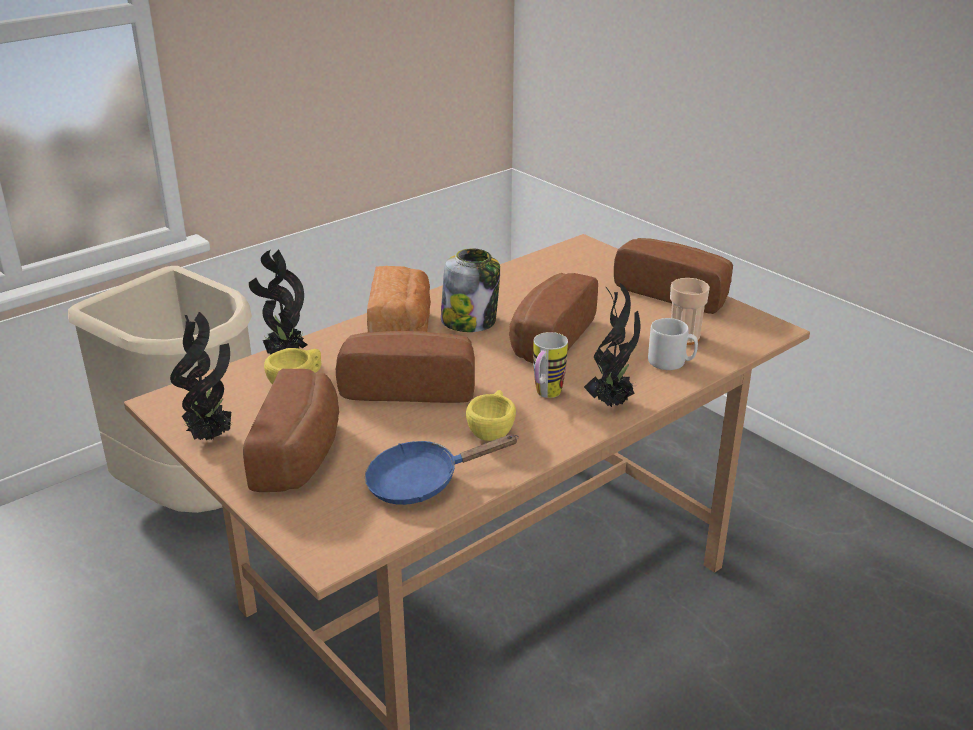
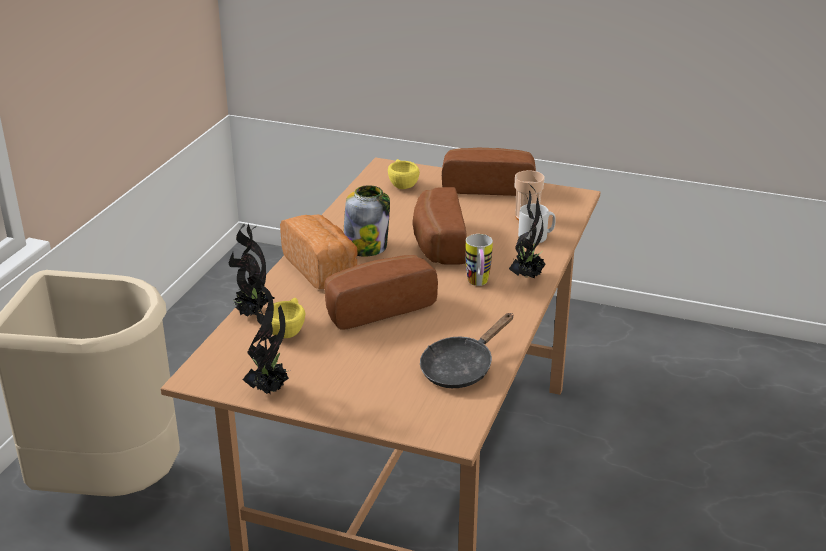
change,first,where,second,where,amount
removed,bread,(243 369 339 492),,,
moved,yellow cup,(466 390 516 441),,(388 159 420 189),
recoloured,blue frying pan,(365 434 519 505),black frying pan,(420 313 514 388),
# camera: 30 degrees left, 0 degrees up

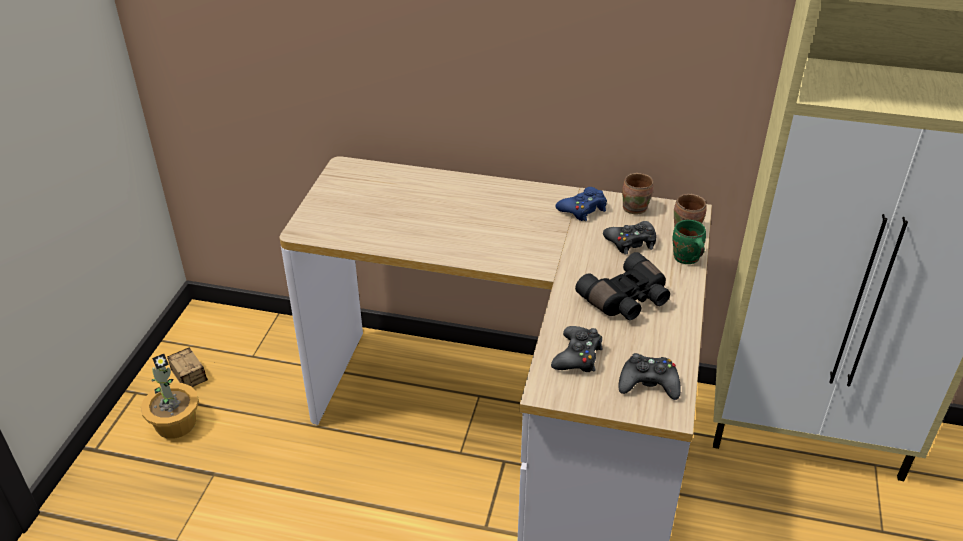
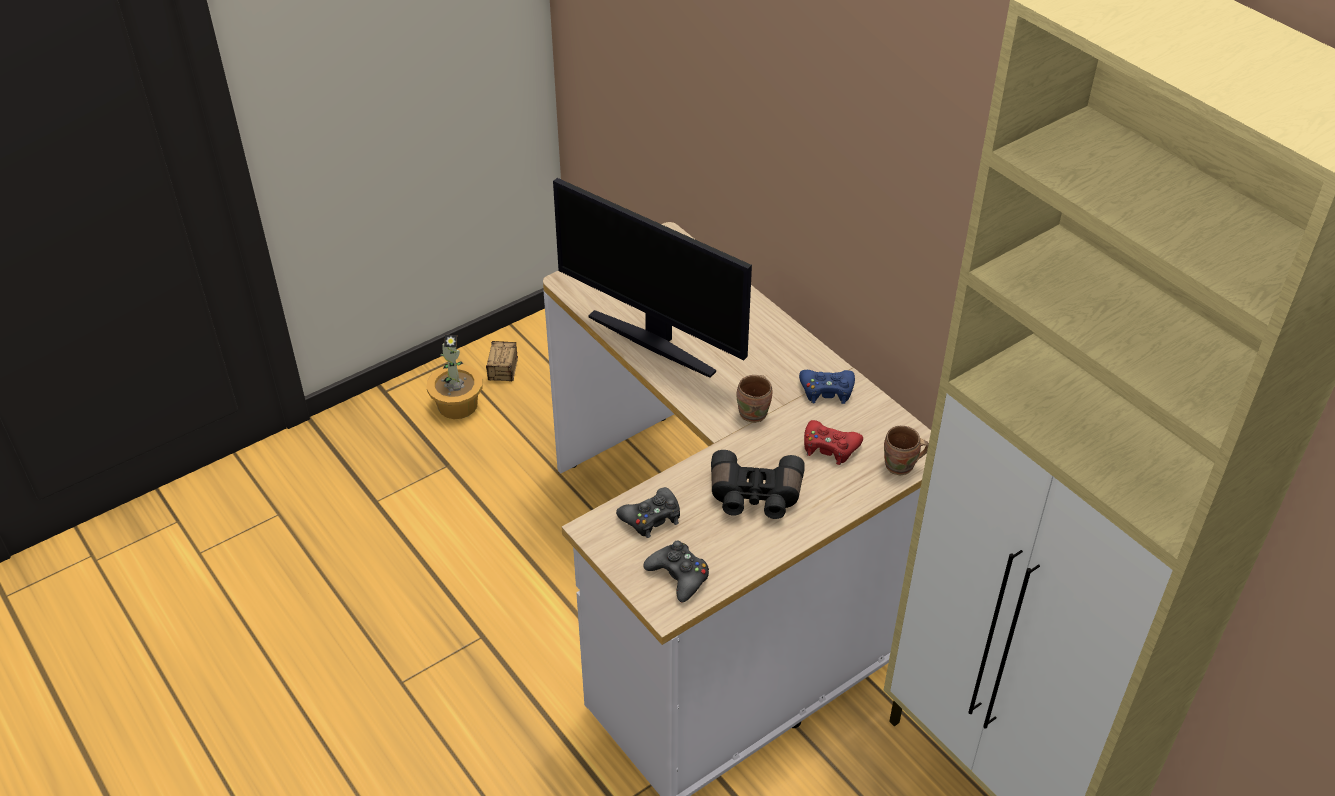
change,first,where,second,where,amount
removed,green mug,(673 220 706 264),,,
added,,,monitor,(553 178 752 378),
moved,brown mug,(622 173 654 214),,(736 375 772 423),
recoloured,black game controller,(603 221 656 255),red game controller,(804 420 863 465),
# camera: 40 degrees right, 5 degrees up

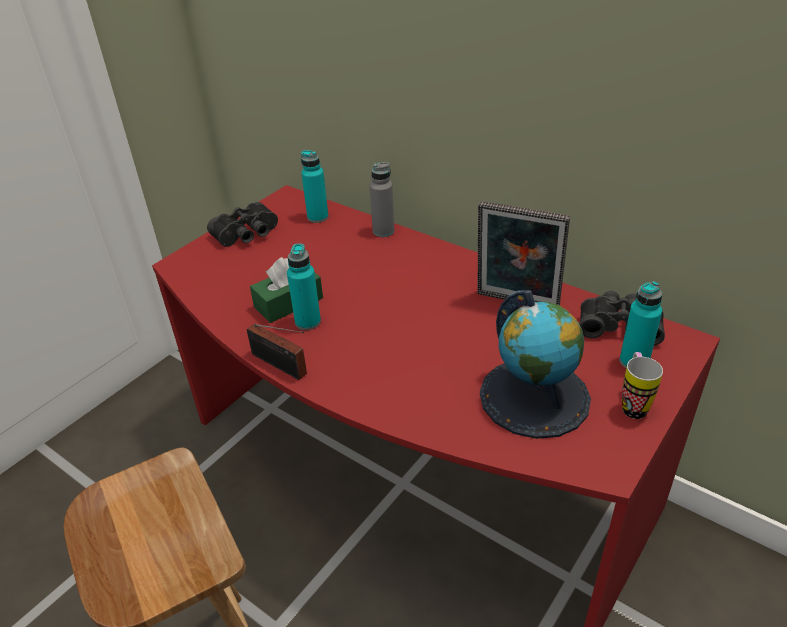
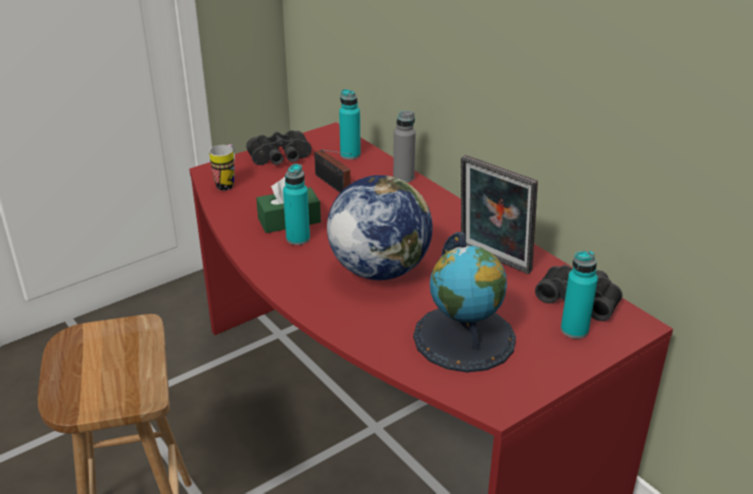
change,first,where,second,where,amount
added,,,globe,(327 175 433 280),
moved,radio,(247 324 307 380),,(314 149 352 193),
moved,mug,(622 352 663 419),,(209 144 235 191),
# camera: 15 degrees right, 5 degrees down

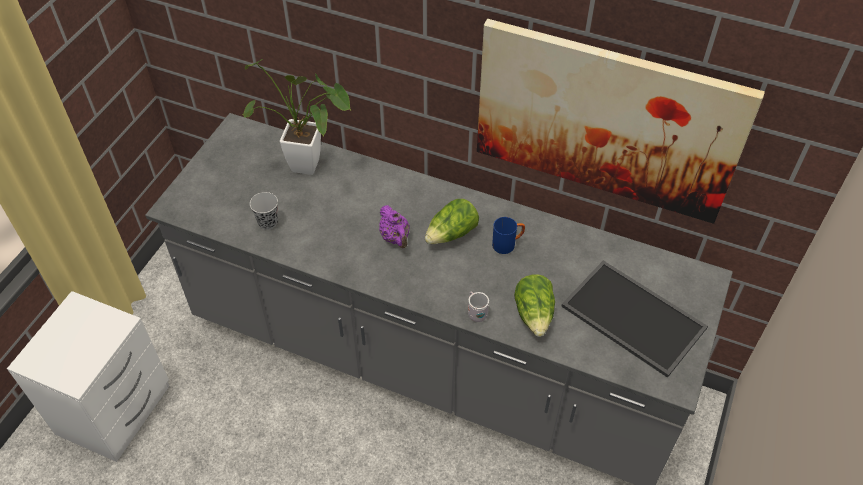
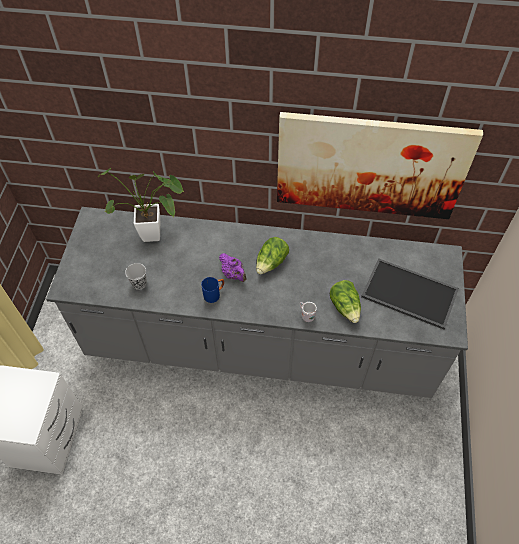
change,first,where,second,where,amount
moved,blue mug,(492 217 525 254),,(201 277 224 303),
# camera: 15 degrees left, 5 degrees up

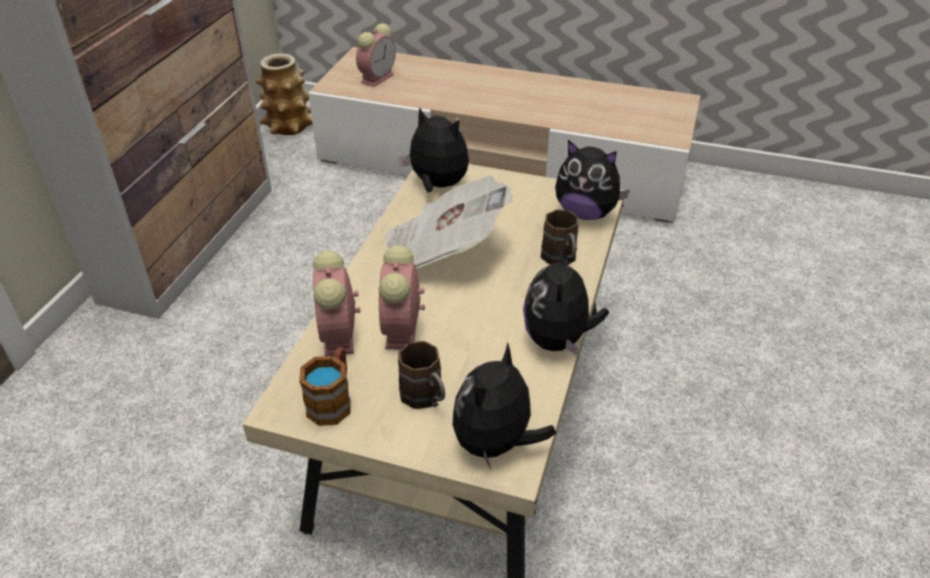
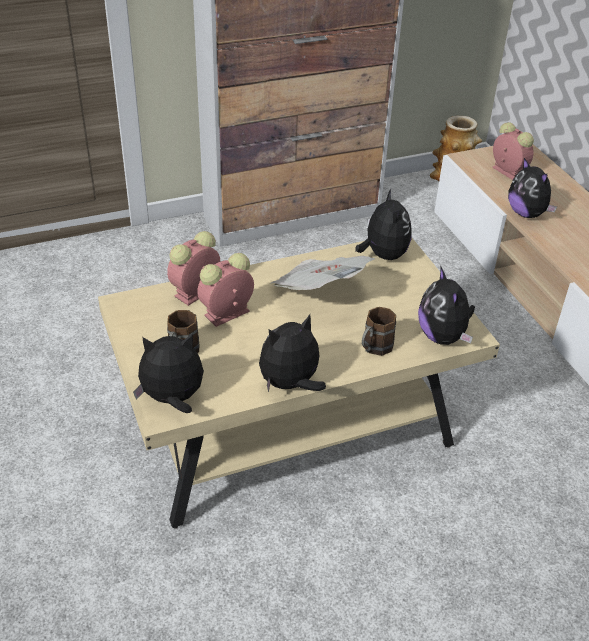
change,first,where,second,where,amount
removed,mug,(299 347 351 426),,,
added,,,plush toy,(508 158 557 218),
turned,alarm clock,(356 23 396 87),,(492 122 534 180),120 degrees counterclockwise
# camera: 50 degrees right, 0 degrees up

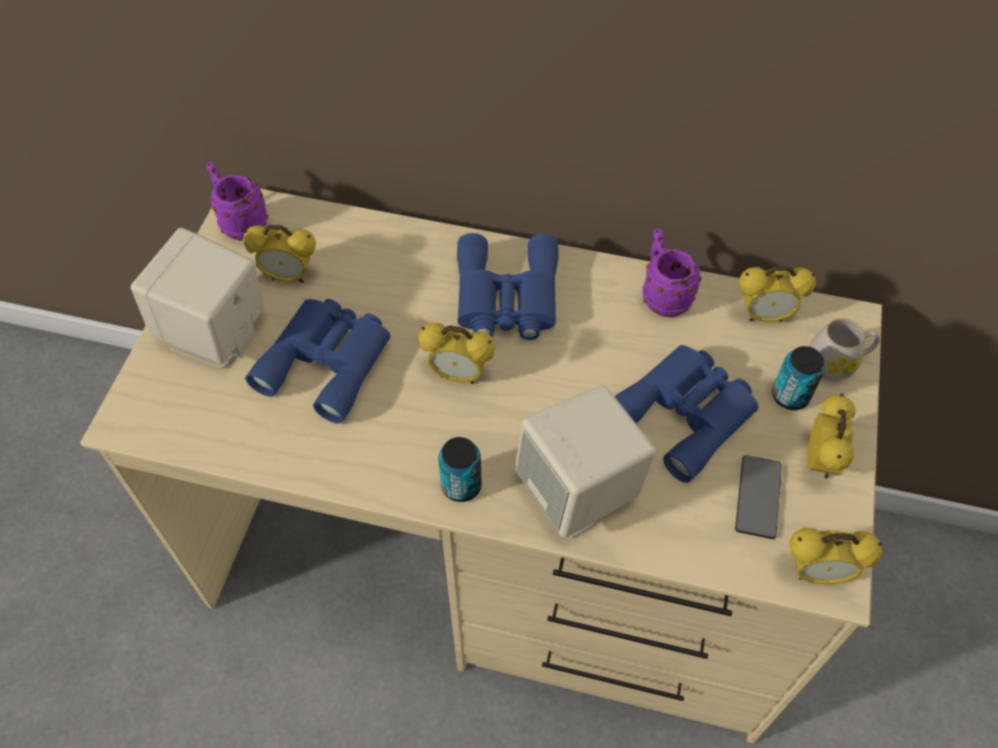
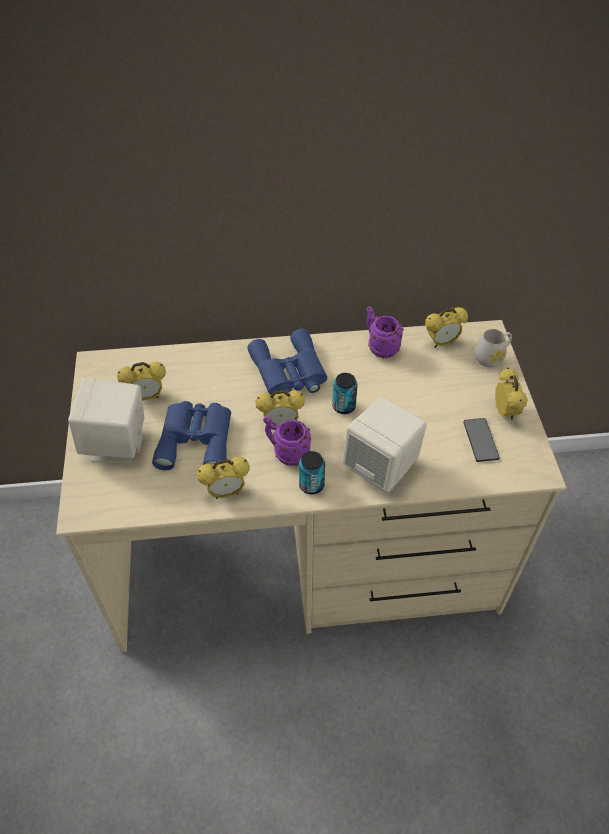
change,first,where,second,where,amount
removed,blue binoculars,(615 345 758 483),,,
moved,purple mug,(206 161 268 241),,(263 416 311 466),
moved,can,(772 346 825 410),,(332 373 358 414),
moved,alarm clock,(790 528 882 585),,(197 457 250 499),
# camera: 20 degrees left, 5 degrees down

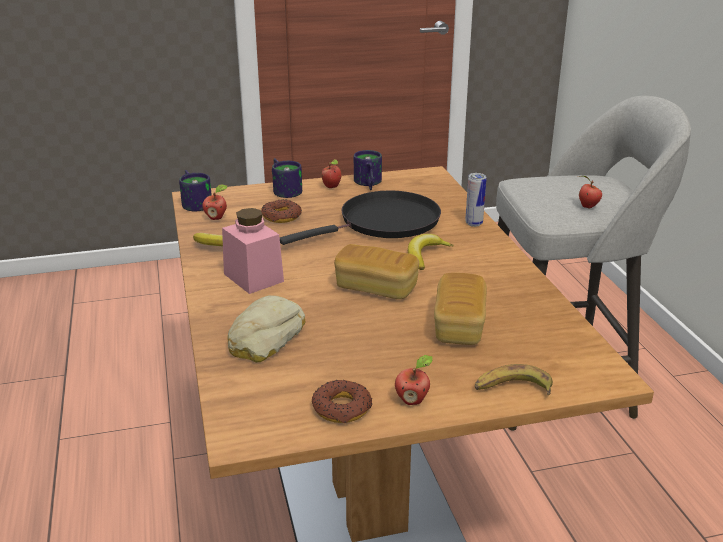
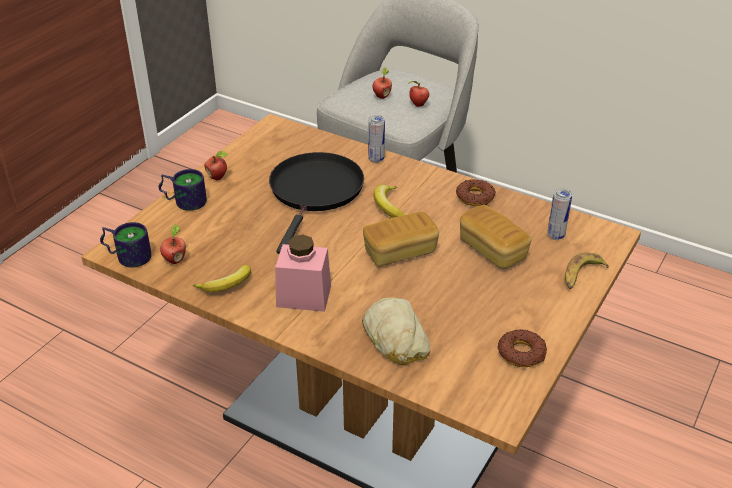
change,first,where,second,where,amount
removed,mug,(354 150 382 190),,,
added,,,can,(547 188 572 240),
moved,donut,(261 199 302 223),,(456 179 496 206),
moved,apple,(395 355 433 405),,(373 68 392 99),
# camera: 45 degrees left, 10 degrees up

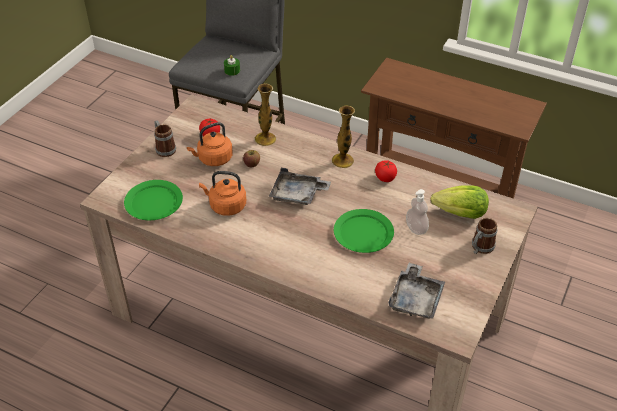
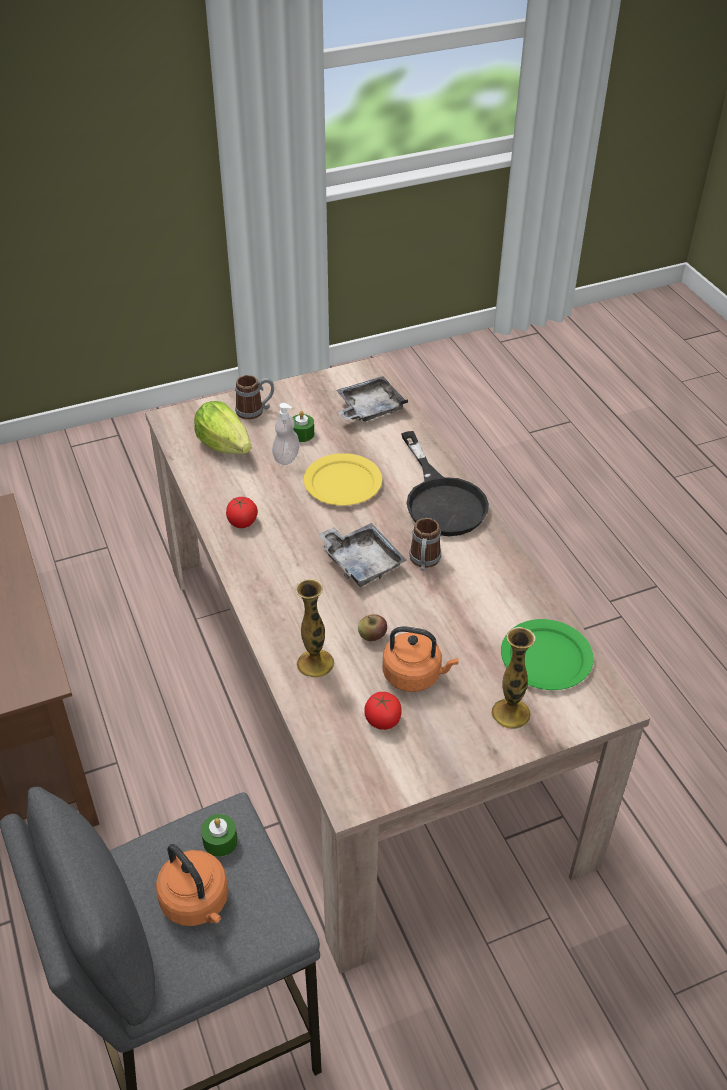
change,first,where,second,where,amount
added,,,green candle,(293 411 314 442),
added,,,black frying pan,(401 431 489 536),
moved,mug,(154 120 176 157),,(409 518 441 571),
moved,orange kettle,(199 171 246 216),,(156 844 229 926),
moved,vase,(332 106 355 168),,(491 627 536 730),
recoloured,green plate,(334 209 394 253),yellow plate,(304 453 382 506),
# camera: 140 degrees left, 0 degrees up

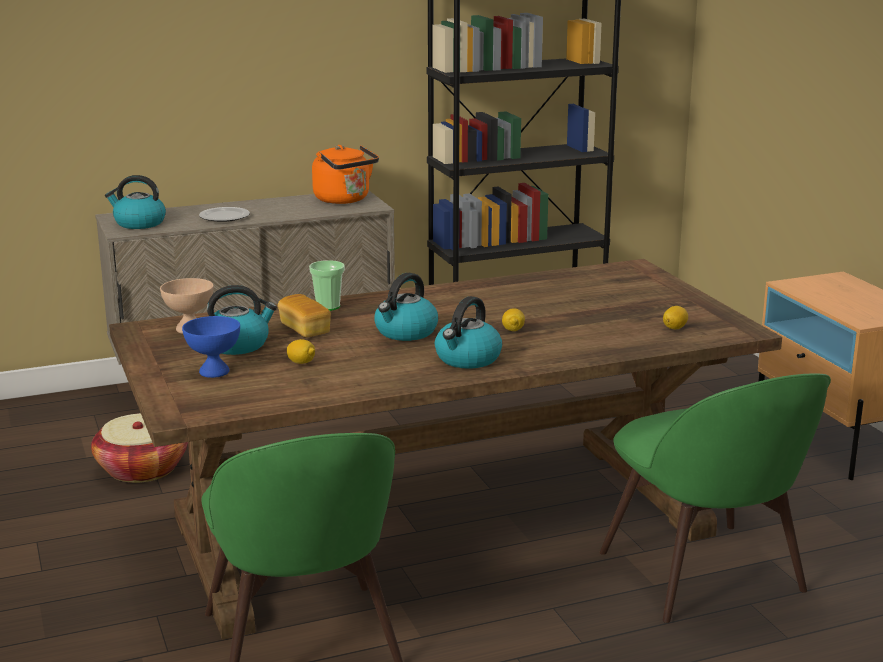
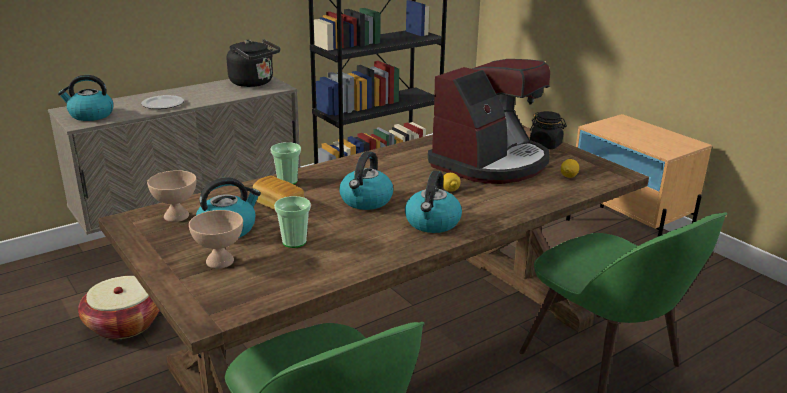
change,first,where,second,where,amount
added,,,coffee machine,(428 59 550 184),
added,,,black jar,(530 111 567 149),
replaced,lemon,(287 339 315 364),cup,(274 196 311 248),
recoloured,blue bowl,(182 316 240 378),beige bowl,(189 210 243 269),
recoloured,orange kettle,(312 145 379 204),black kettle,(227 39 280 87),
# camera: 15 degrees left, 5 degrees up

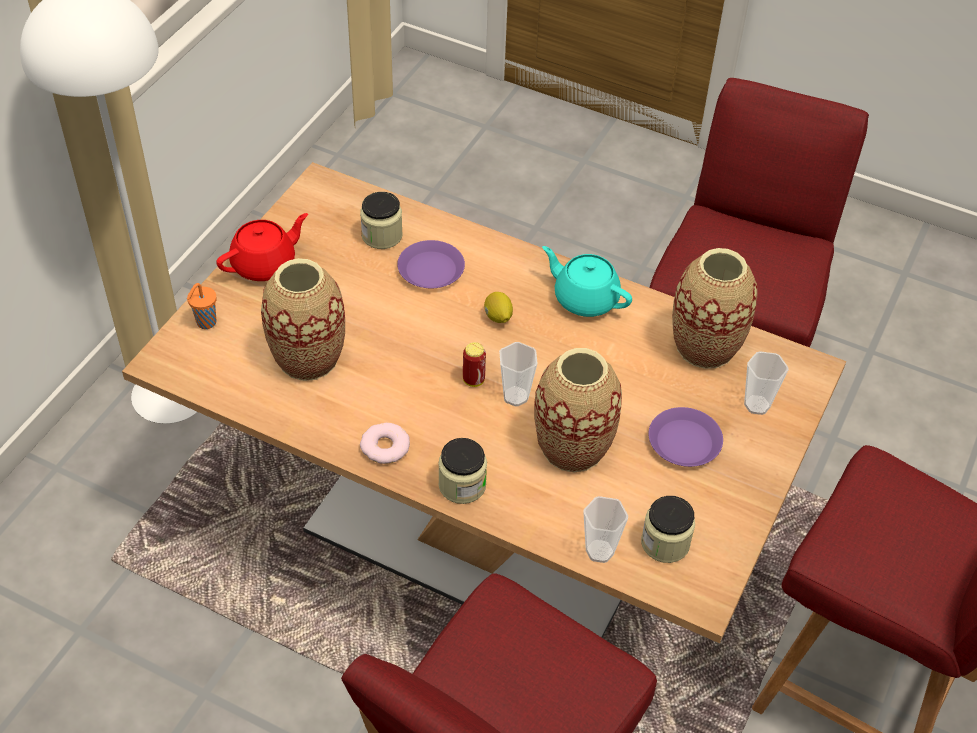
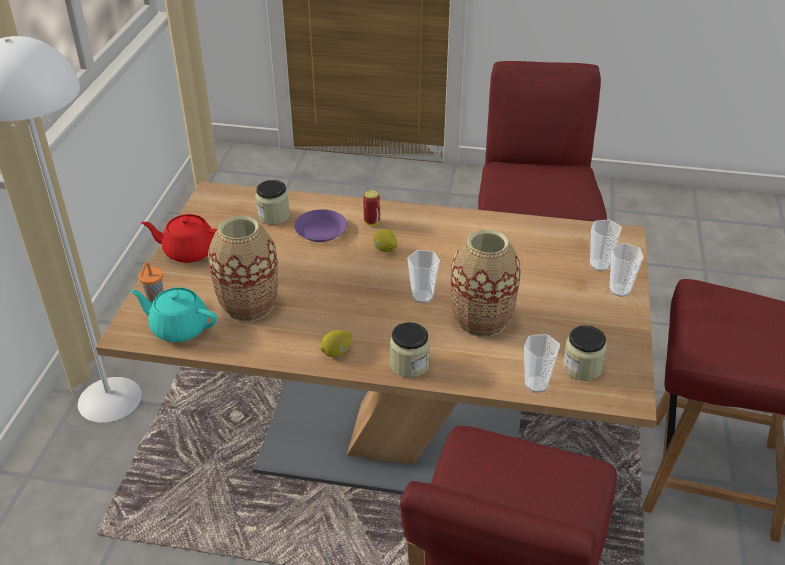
change,first,where,second,where,amount
removed,purple plate,(649 407 723 467),,,
removed,vase,(672 248 758 369),,,
added,,,cup,(610 243 644 297),
moved,can,(463 342 486 387),,(363 190 380 226),
moved,turquoise teapot,(542 246 632 317),,(130 287 217 342),
replaced,donut,(360 423 410 464),lemon,(321 330 352 357),
turned,red teapot,(216 213 308 281),,(141 214 218 263),120 degrees counterclockwise
# camera: 15 degrees left, 10 degrees down

